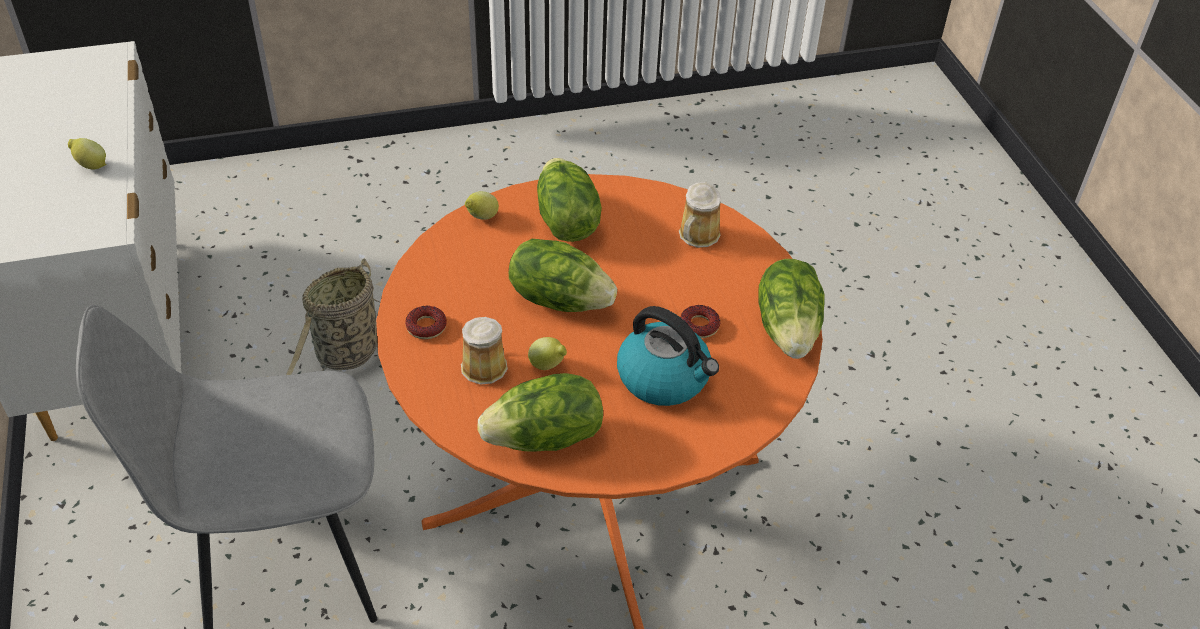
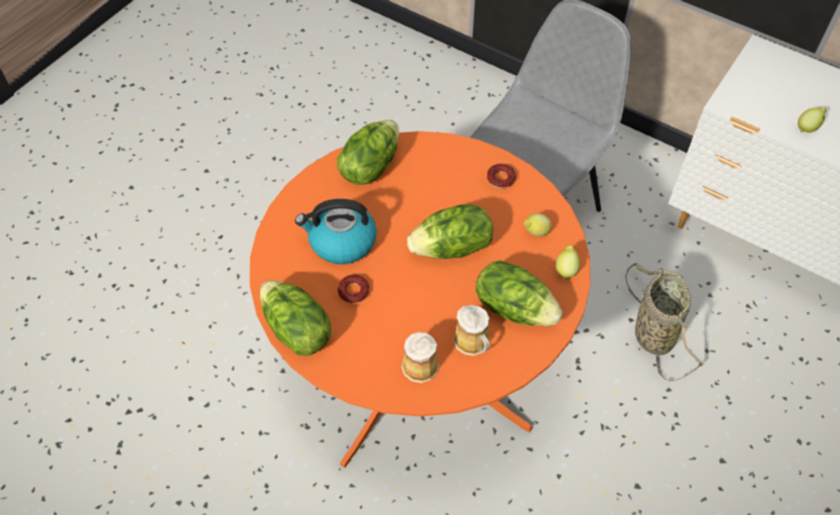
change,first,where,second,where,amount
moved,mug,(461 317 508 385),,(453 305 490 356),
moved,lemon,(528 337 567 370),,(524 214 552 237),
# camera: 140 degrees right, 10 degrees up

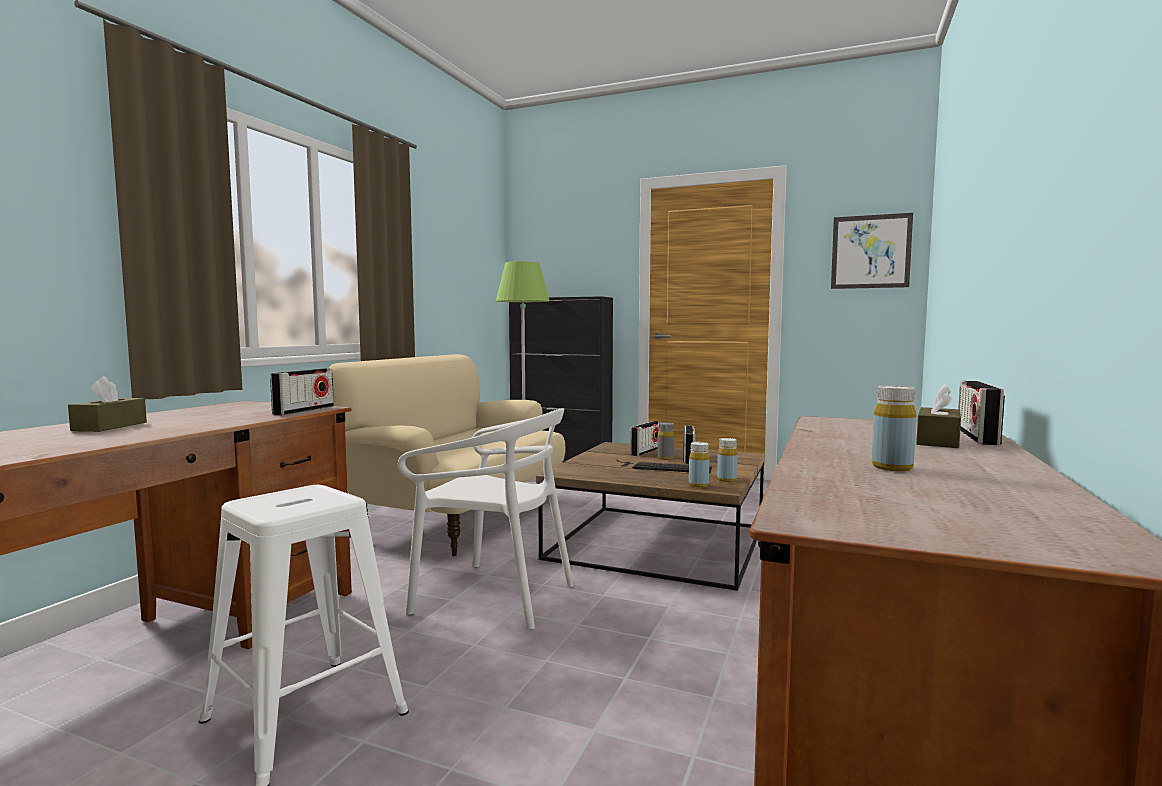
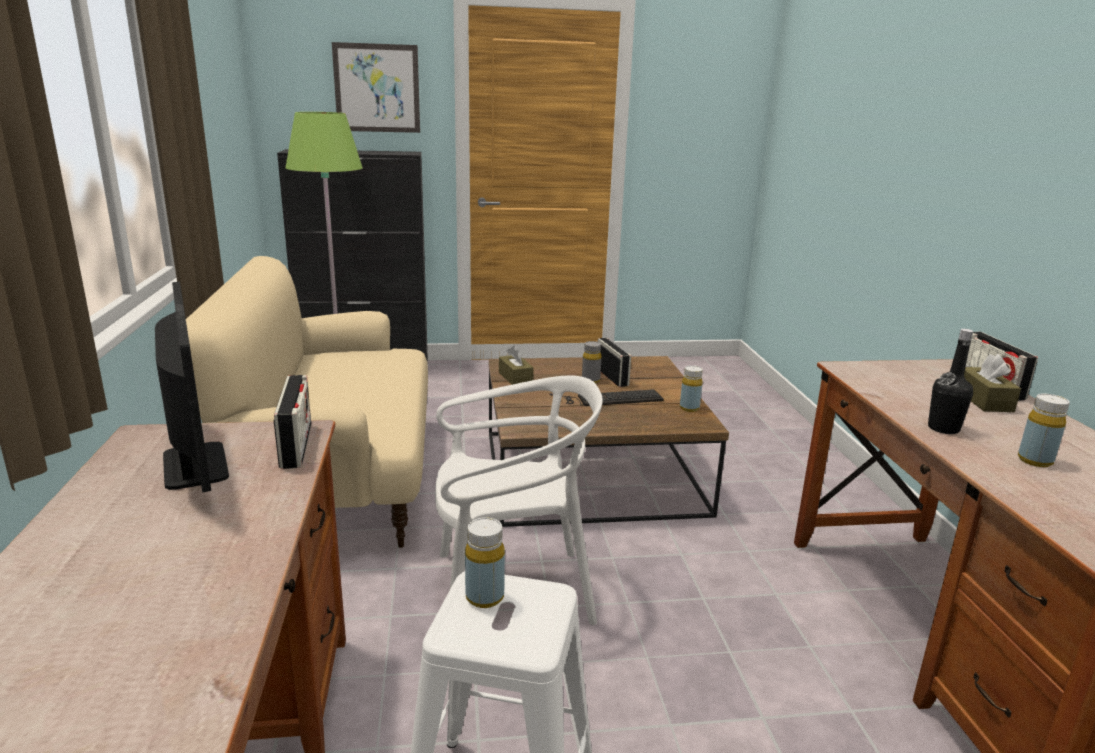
change,first,where,second,where,amount
removed,radio,(630 421 661 456),,,
added,,,monitor,(155 282 229 493),
added,,,black bottle,(928 329 973 434),
moved,brown tissue box,(68 376 147 432),,(499 346 534 385),
moved,yellow bottle,(689 442 710 488),,(465 517 505 608),
moved,picture,(831 213 913 289),,(332 42 420 133),
# camera: 30 degrees left, 15 degrees up

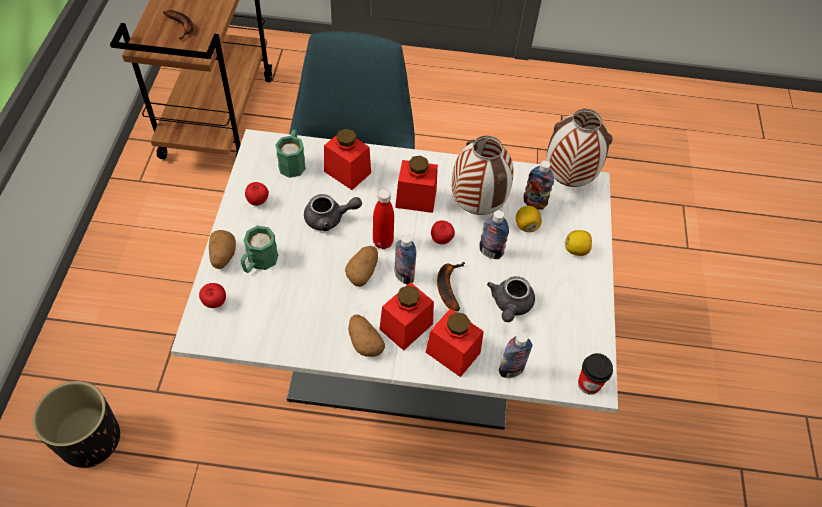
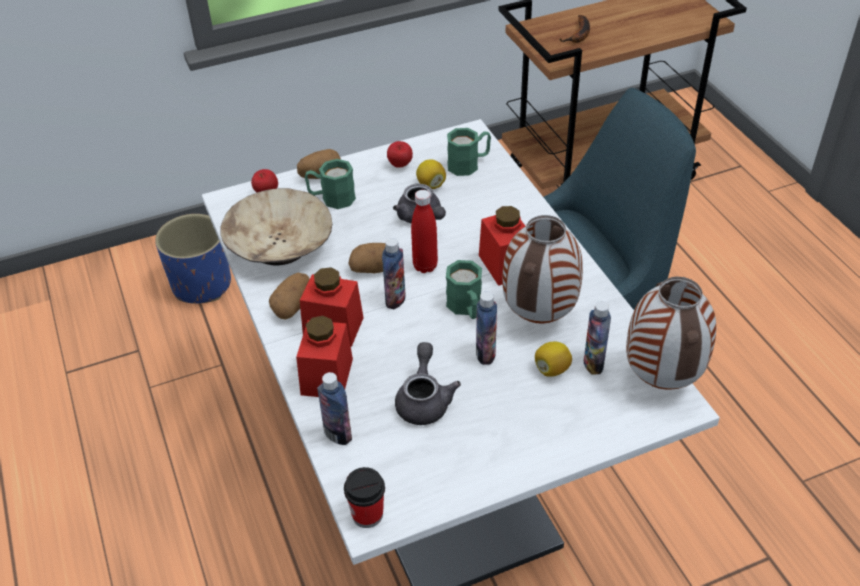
change,first,where,second,where,amount
removed,red jar,(324 129 371 190),,,
removed,banana,(437 262 466 311),,,
added,,,beige bowl,(220 188 332 265),
moved,lemon,(565 230 592 256),,(416 159 446 189),
replaced,apple,(431 220 455 244),green mug,(446 260 482 319),
recoloured,black planter,(32 381 121 468),blue planter,(155 214 231 304),
turned,grey teapot,(487 276 535 322),,(395 342 461 425),105 degrees clockwise
# camera: 65 degrees right, 10 degrees down

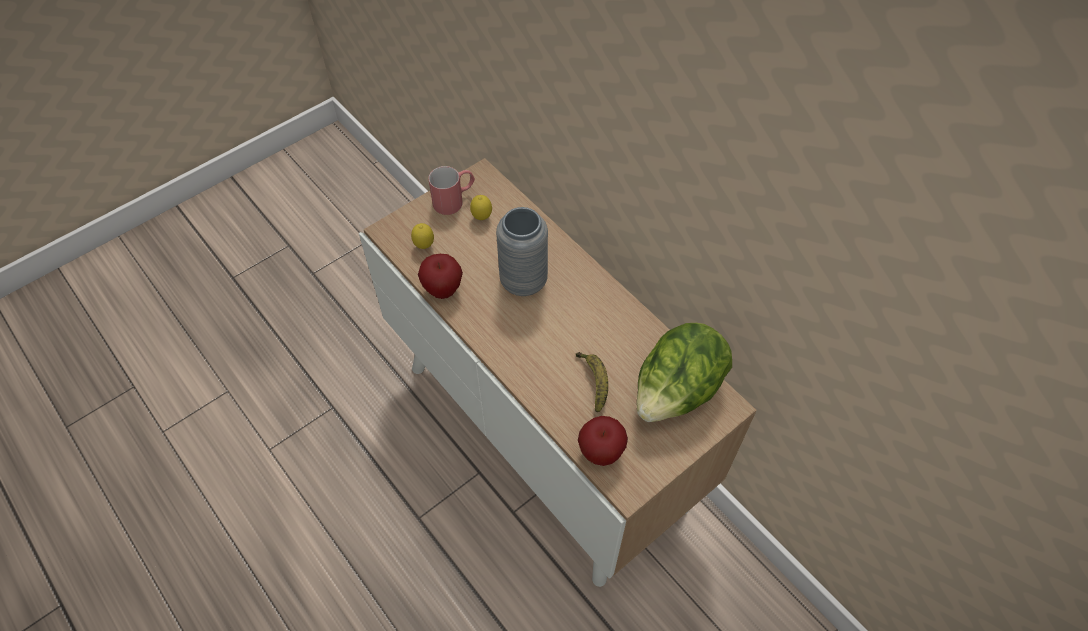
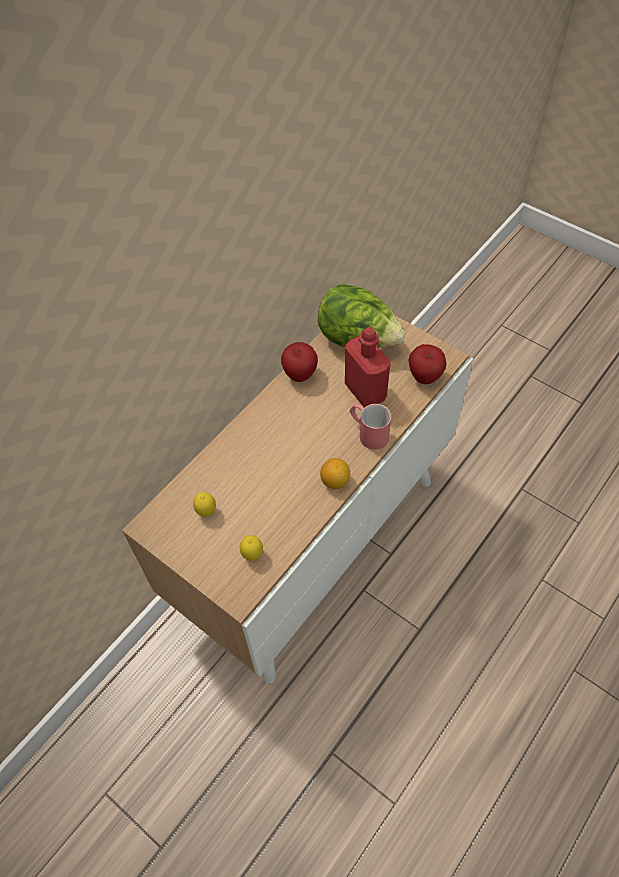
change,first,where,second,where,amount
removed,grey vase,(496 207 548 296),,,
added,,,lemon,(320 458 350 489),
moved,apple,(418 254 463 299),,(281 342 318 382),
moved,red mug,(428 166 475 215),,(350 404 391 450),
replaced,banana,(576 352 608 412),red bottle,(345 327 391 408),
# camera: 100 degrees left, 0 degrees up

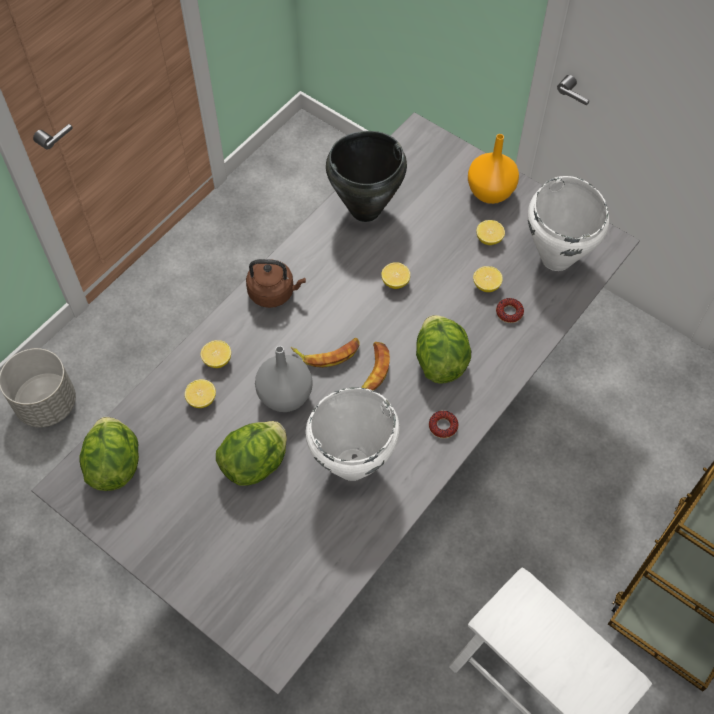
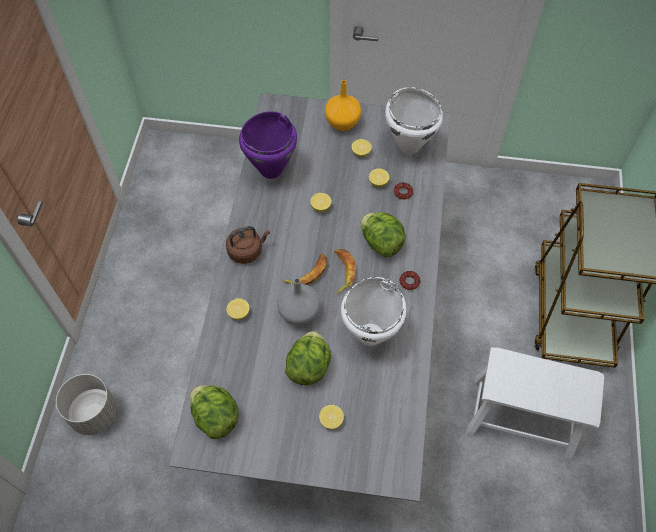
change,first,where,second,where,amount
moved,lemon,(185 379 216 408),,(319 405 344 429),
recoloured,black cooking pot,(326 131 407 222),purple cooking pot,(239 111 297 179),
# camera: 30 degrees left, 0 degrees up

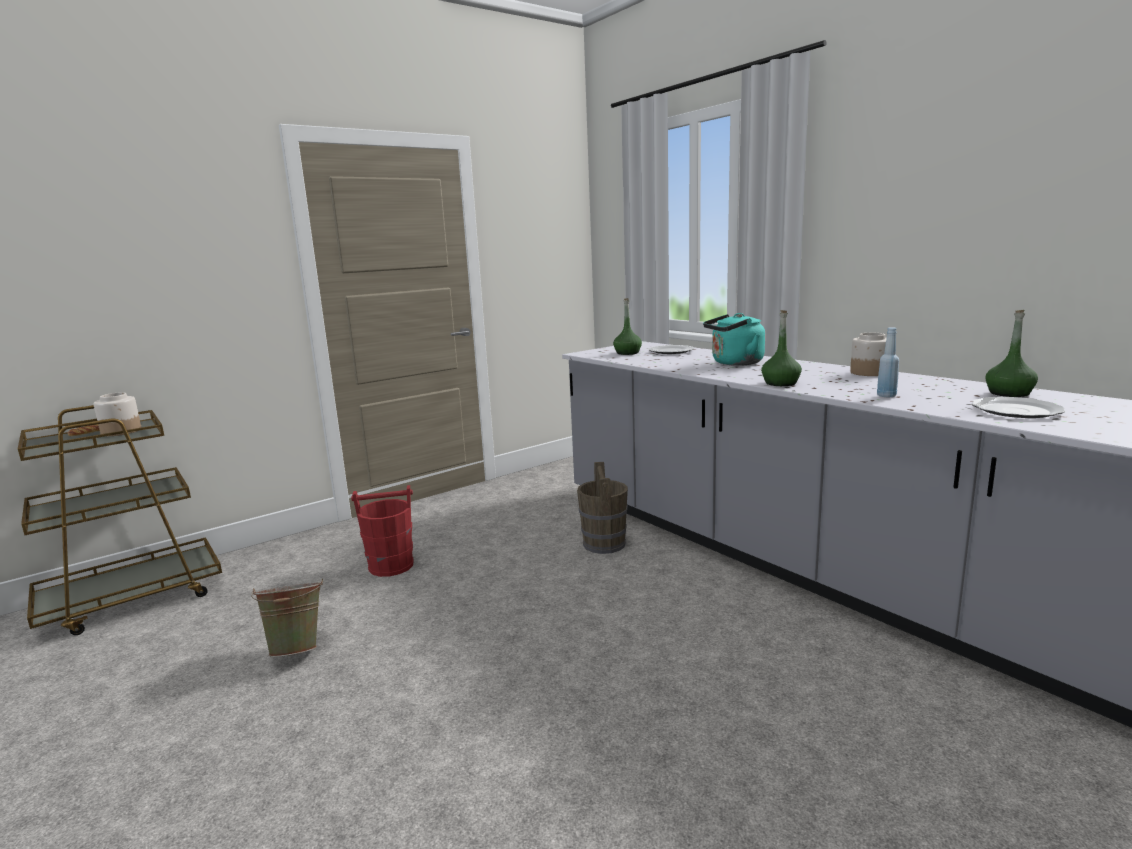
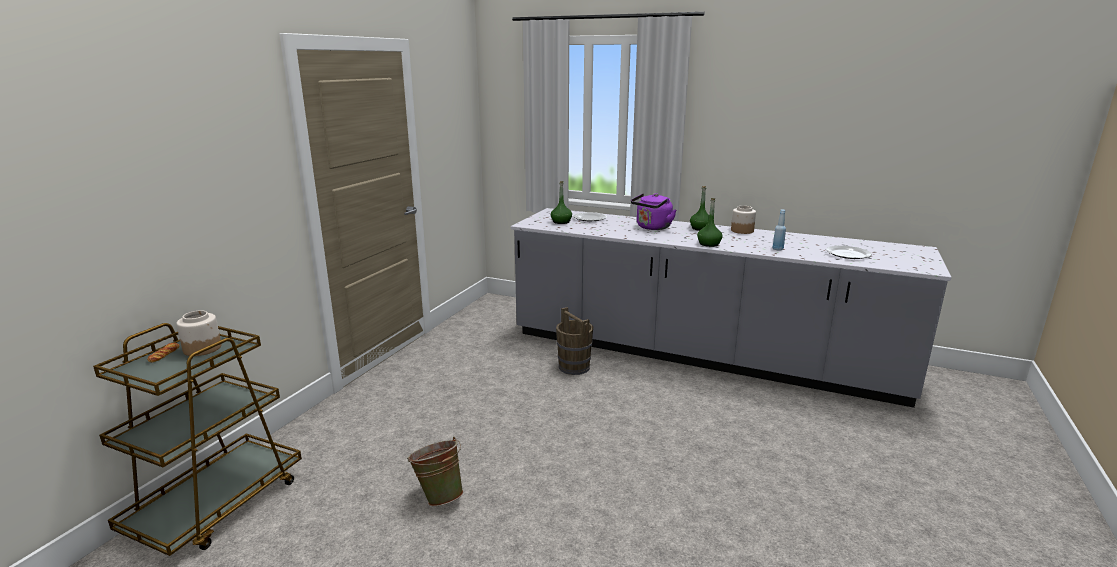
change,first,where,second,where,amount
removed,red bucket,(351 485 413 577),,,
moved,green bottle,(985 310 1038 397),,(690 186 709 231),
recoloured,turquoise kettle,(703 313 765 366),purple kettle,(631 193 676 230),
# camera: 30 degrees left, 5 degrees up

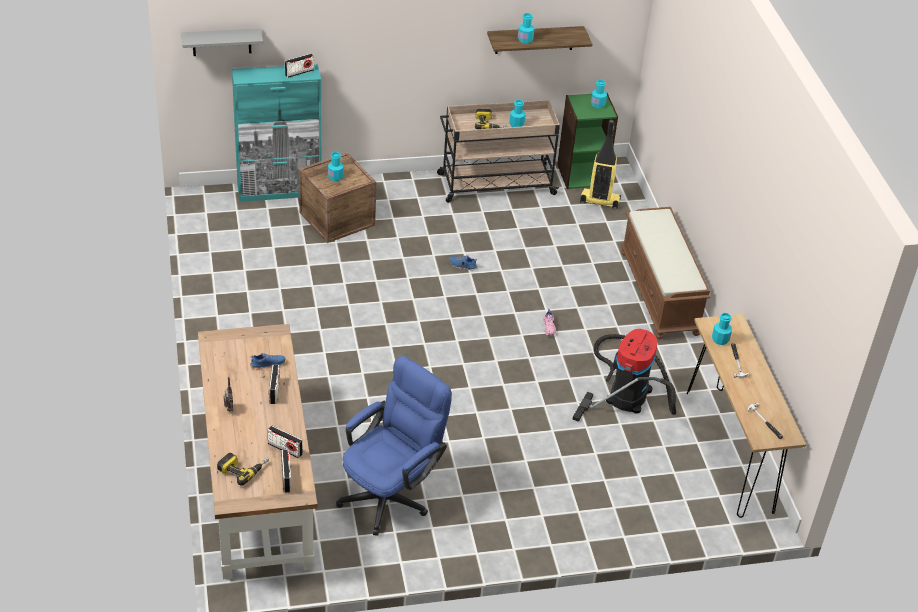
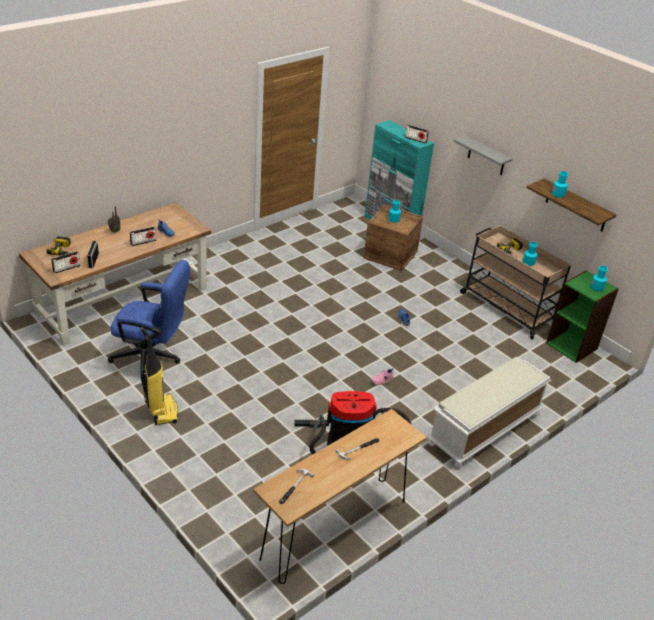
change,first,where,second,where,amount
removed,turquoise bottle,(712 313 732 345),,,
moved,grey shelf,(181 28 263 56),,(453 135 513 175),
moved,vacuum cleaner,(580 120 621 209),,(140 327 178 425),
recoloured,brown bench,(621 207 711 339),white bench,(427 357 551 468),
# camera: 60 degrees right, 5 degrees down

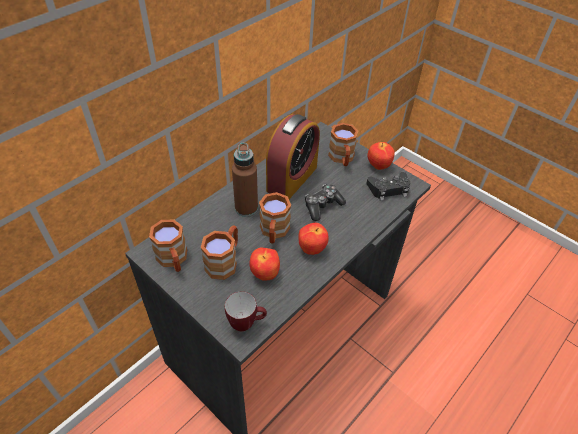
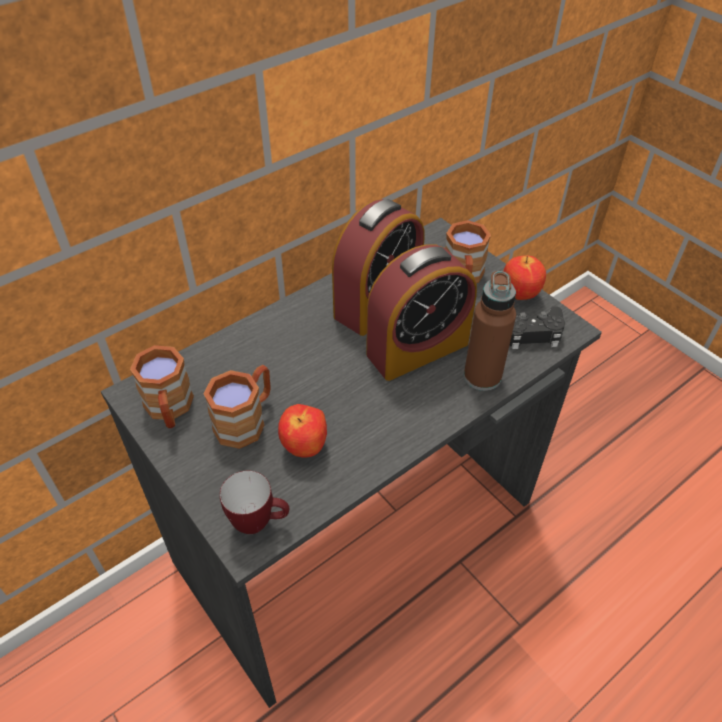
change,first,where,second,where,amount
removed,brown mug,(259 192 291 243),,,
removed,apple,(299 223 329 255),,,
moved,brown bottle,(232 143 258 217),,(464 271 516 391),
replaced,game controller,(305 184 346 221),alarm clock,(366 245 477 381),
# camera: 10 degrees right, 0 degrees up

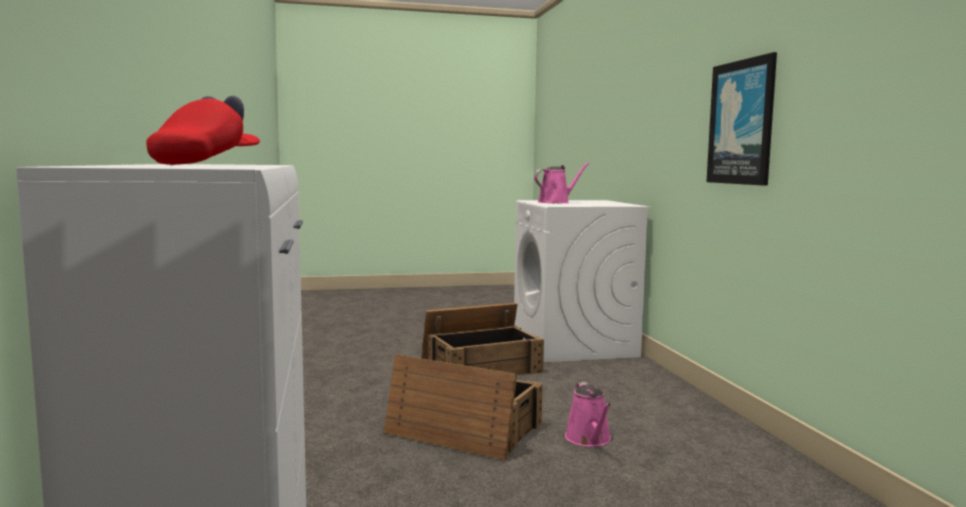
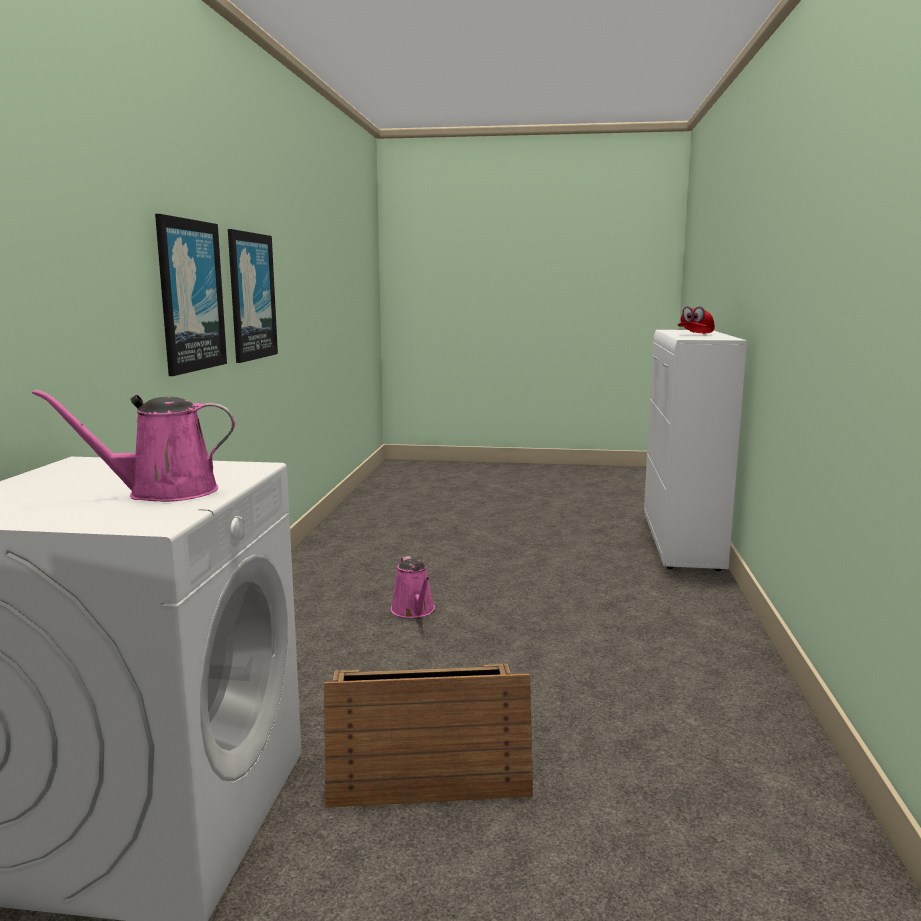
change,first,where,second,where,amount
removed,crate,(384 354 543 460),,,
added,,,picture,(228 229 278 363),
turned,pink watering can,(565 382 611 447),,(391 556 435 618),150 degrees clockwise
# camera: 160 degrees left, 5 degrees up

